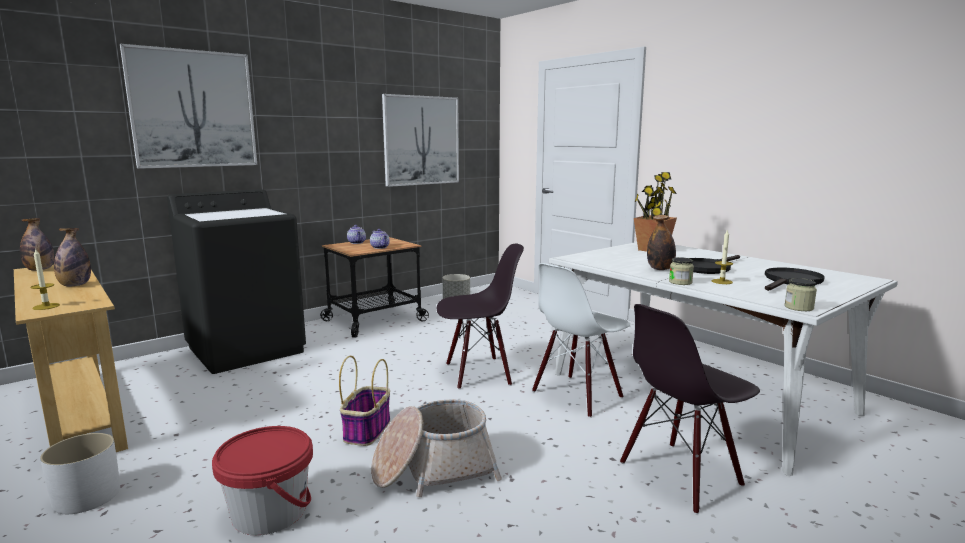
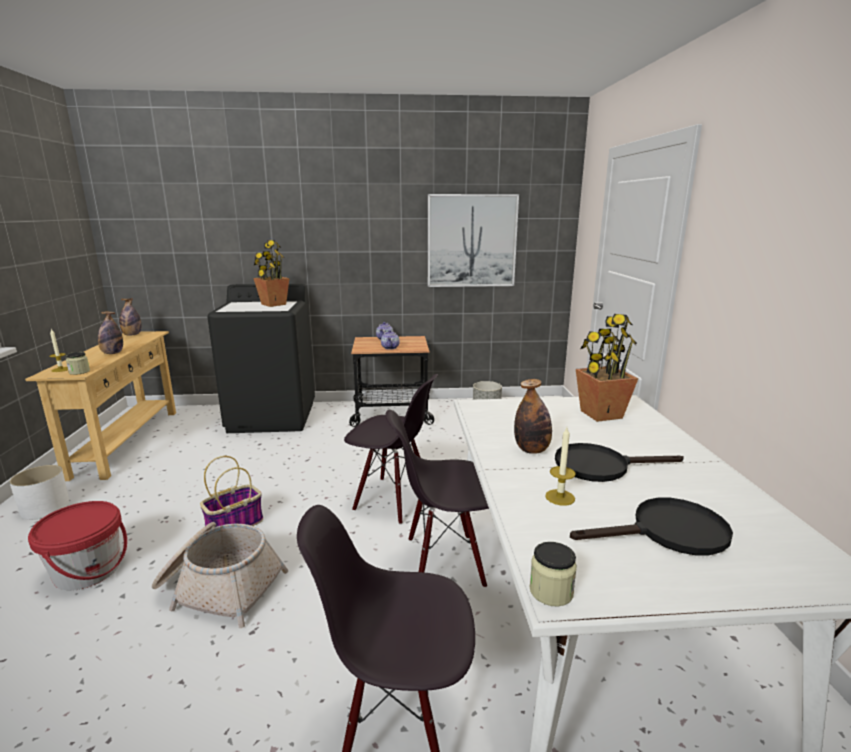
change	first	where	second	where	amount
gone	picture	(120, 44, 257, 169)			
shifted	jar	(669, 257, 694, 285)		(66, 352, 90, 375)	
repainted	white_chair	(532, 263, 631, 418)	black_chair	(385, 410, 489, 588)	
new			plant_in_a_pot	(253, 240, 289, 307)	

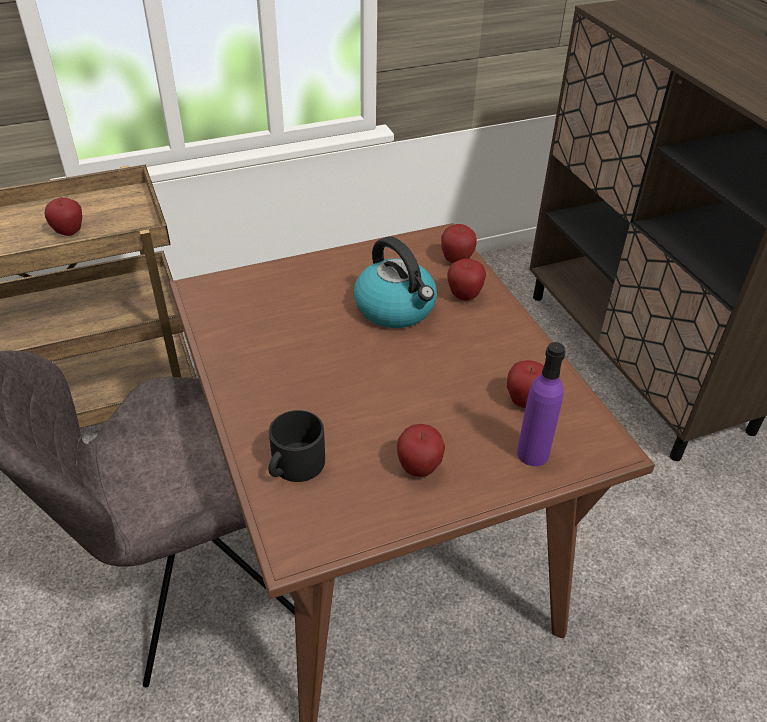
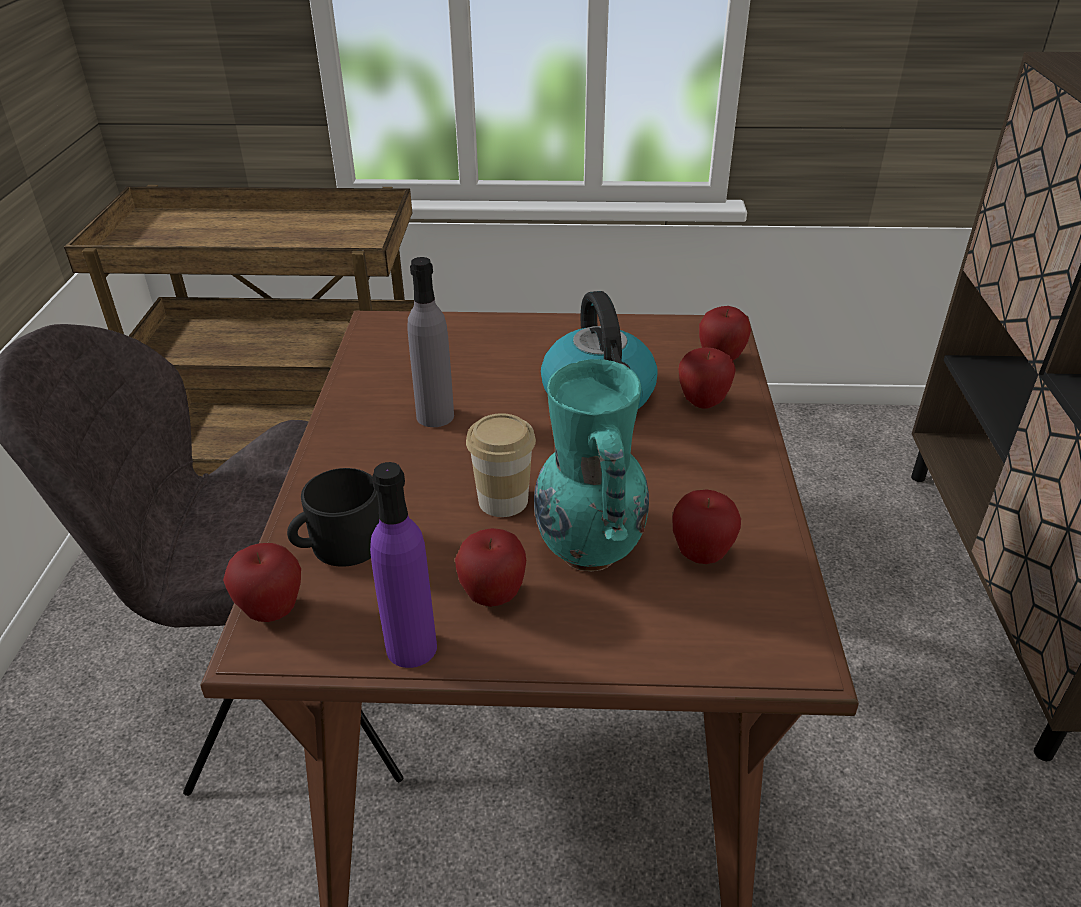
change	first	where	second	where	amount
shifted	whole_apple	(44, 197, 82, 236)		(223, 543, 301, 622)	
shifted	purple-coloured_beverage_bottle	(517, 342, 566, 466)		(370, 462, 437, 668)	
new			greyish_beverage_bottle	(407, 257, 454, 427)	
new			turquoise-coloured_flower_vase	(534, 359, 649, 571)	
new			cup	(466, 413, 536, 517)	

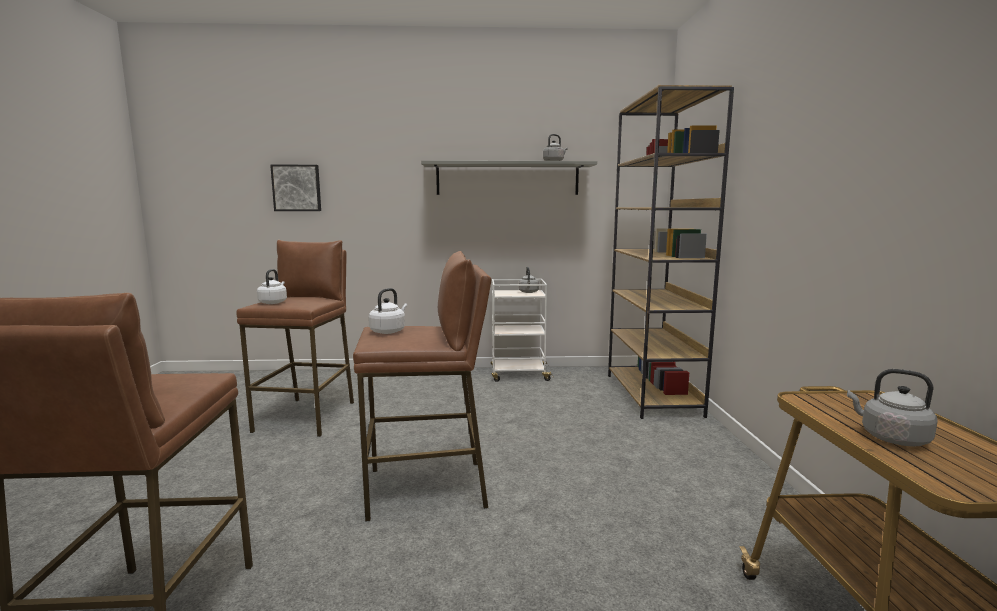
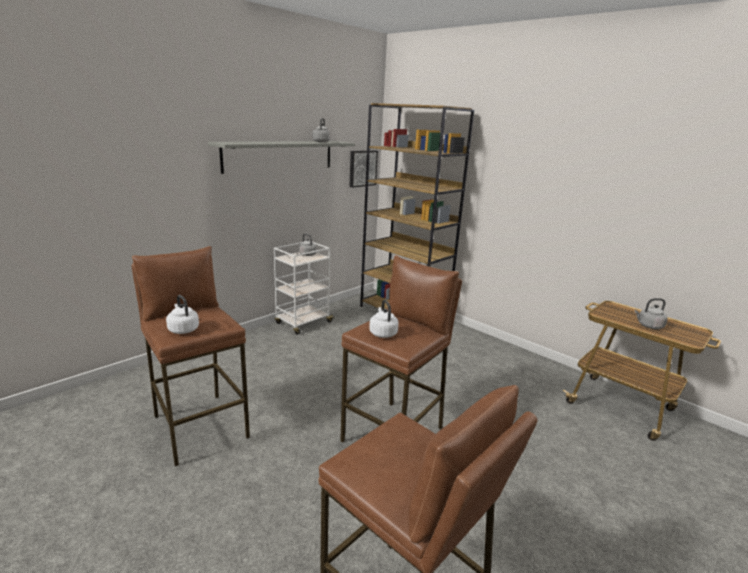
change	first	where	second	where	amount
shifted	picture	(270, 165, 321, 211)		(349, 150, 378, 188)	

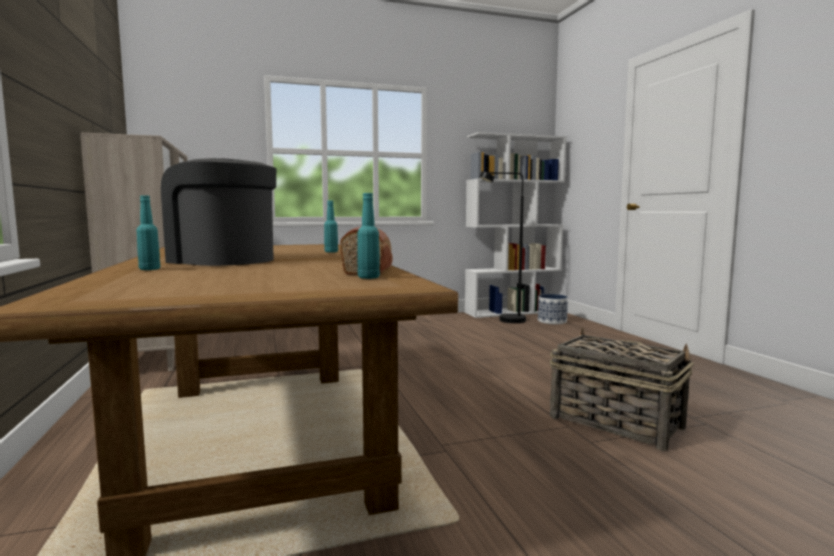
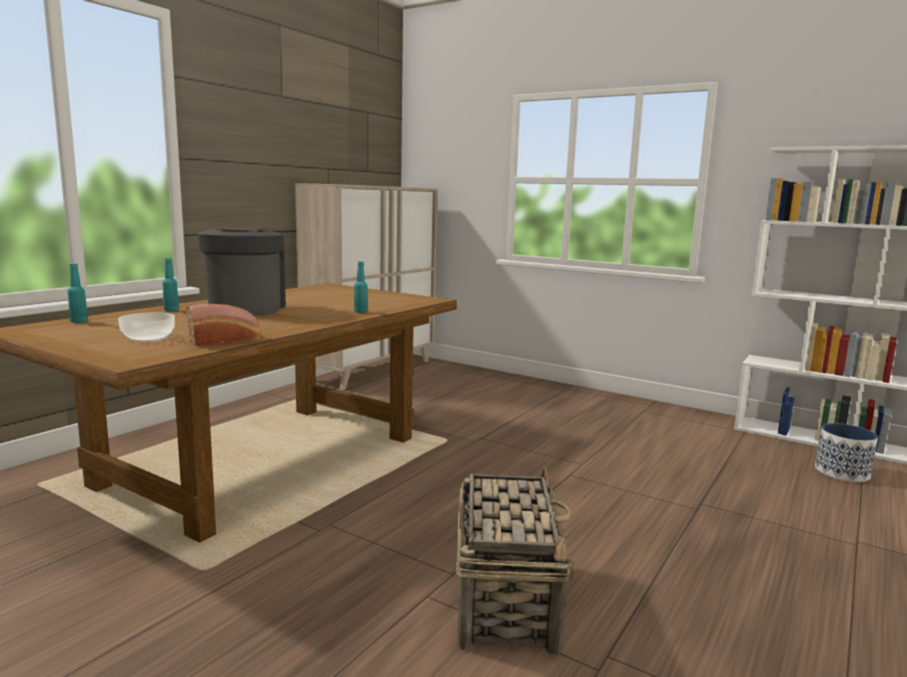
change	first	where	second	where	amount
gone	black_standing_lamp	(479, 171, 526, 323)			
shifted	turquoise-coloured_beverage_bottle	(357, 193, 380, 279)		(68, 263, 88, 323)	
new			bowl	(118, 312, 175, 342)	

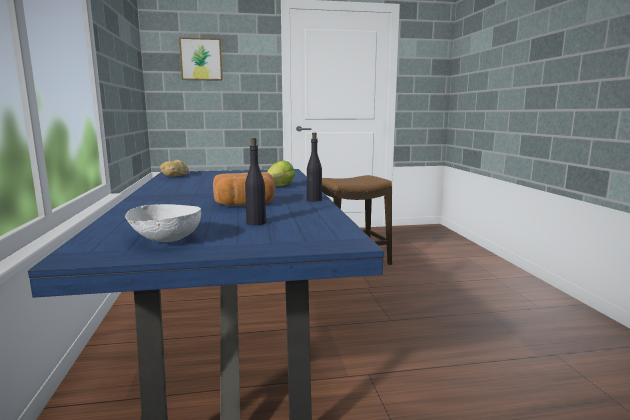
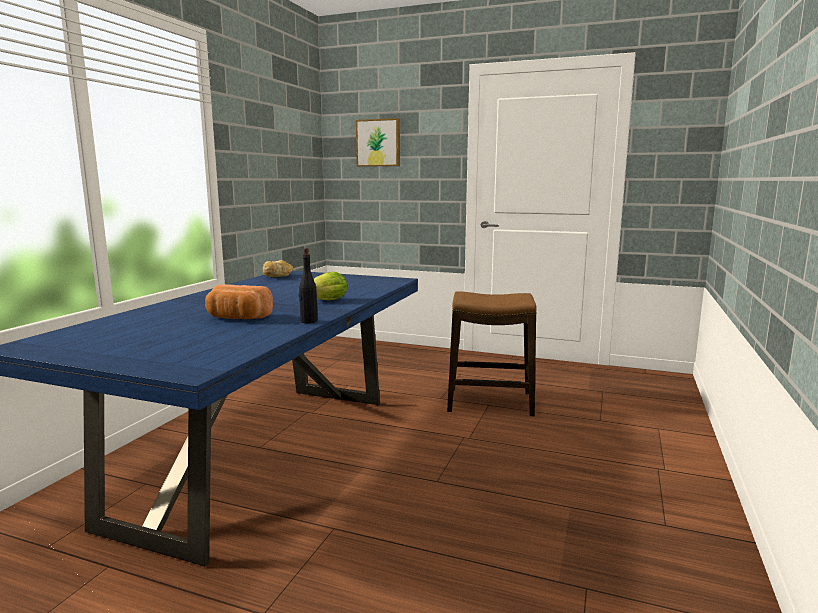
change	first	where	second	where	amount
gone	black_beverage_bottle	(245, 138, 266, 225)			
gone	white_bowl	(124, 204, 201, 242)			

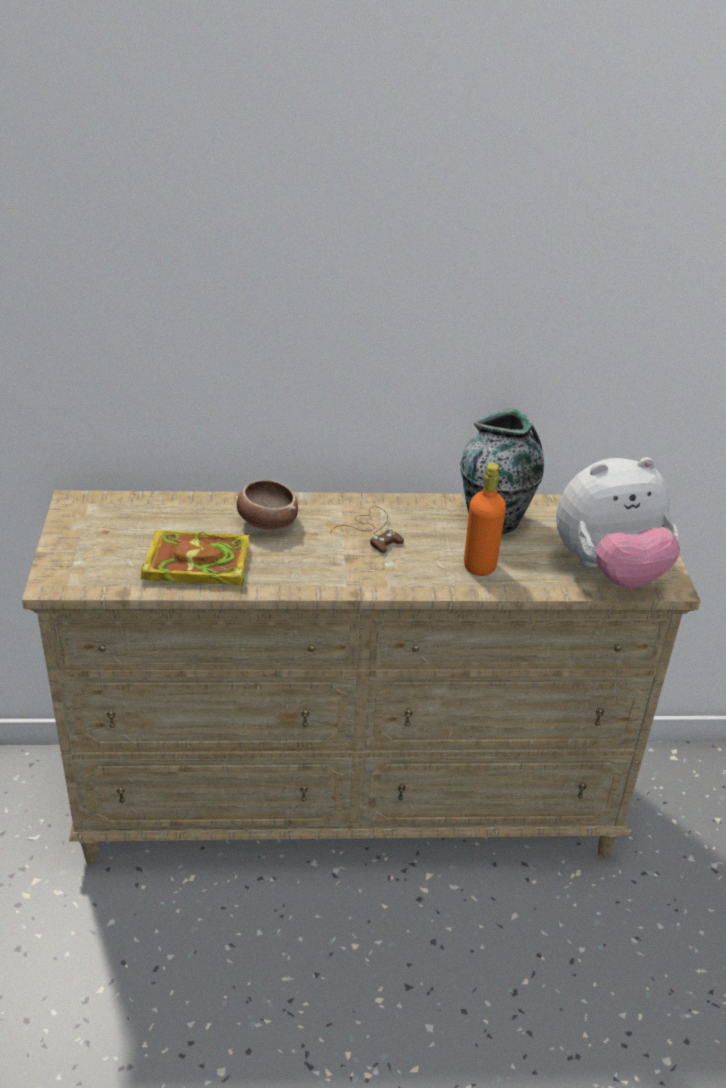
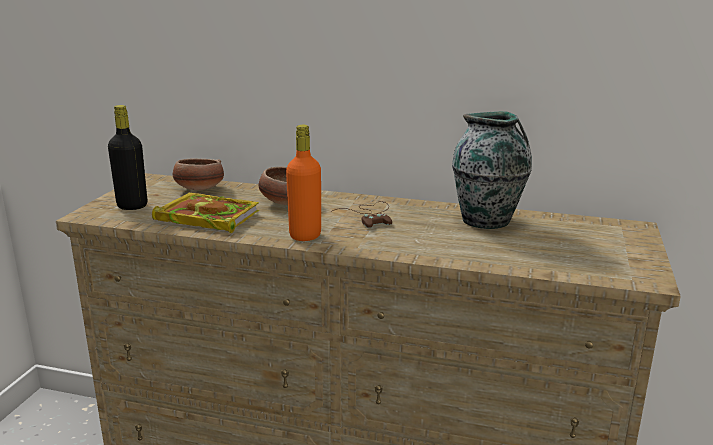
change	first	where	second	where	amount
gone	cuddly_toy	(556, 457, 680, 588)			
shifted	orangey_beverage_bottle	(464, 463, 506, 576)		(286, 125, 321, 241)	
new			black_beverage_bottle	(108, 105, 147, 210)	
new			bowl	(173, 158, 224, 190)	

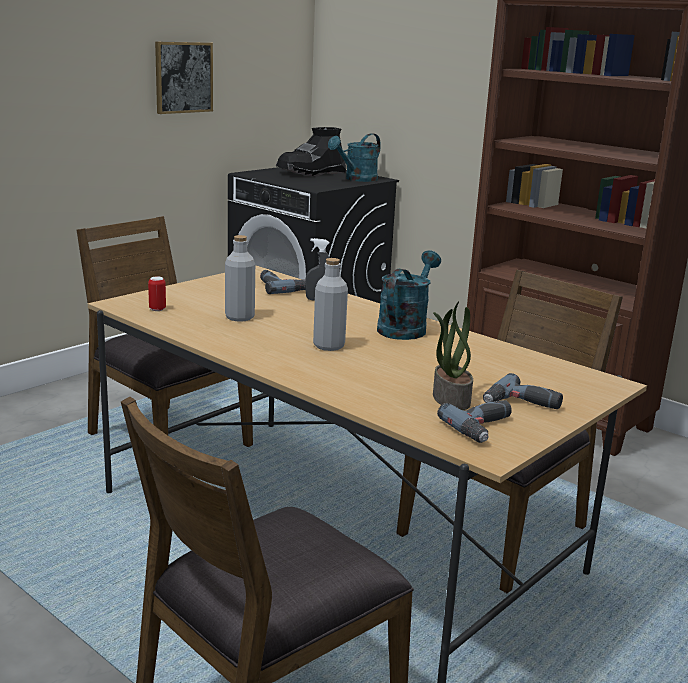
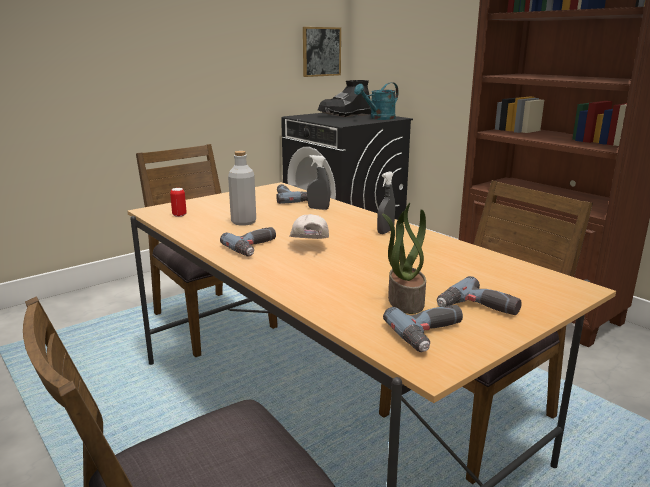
change	first	where	second	where	amount
shifted	picture	(155, 41, 213, 114)		(303, 27, 341, 77)	
swapped	turquoise-coloured_sprinkling_can	(377, 251, 441, 340)	greyish_hand_sprayer	(377, 171, 395, 234)	
swapped	greyish_beverage_bottle	(313, 258, 348, 351)	white_baseball_cap	(290, 214, 329, 239)	
new			drill	(220, 227, 276, 257)	

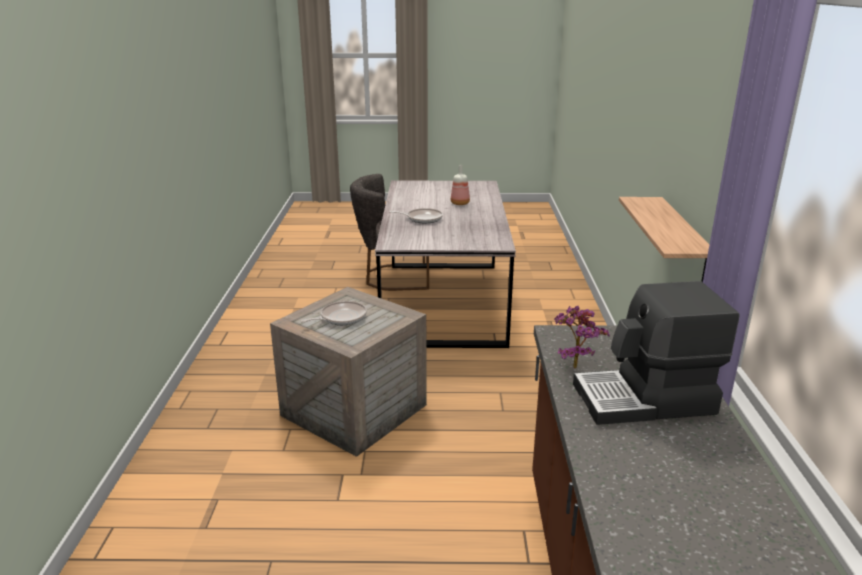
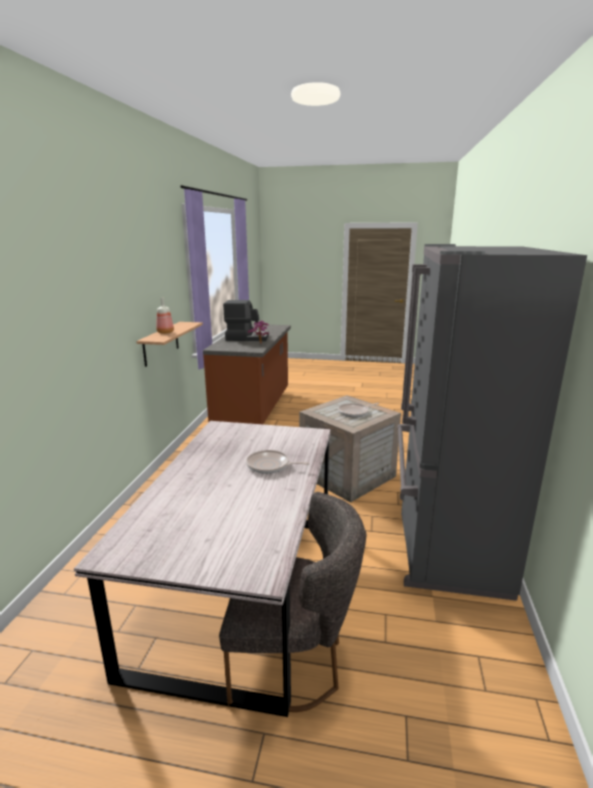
change	first	where	second	where	amount
shifted	beverage_bottle	(451, 164, 470, 205)		(156, 298, 174, 334)	
new			greyish_refrigerator	(397, 244, 587, 601)	

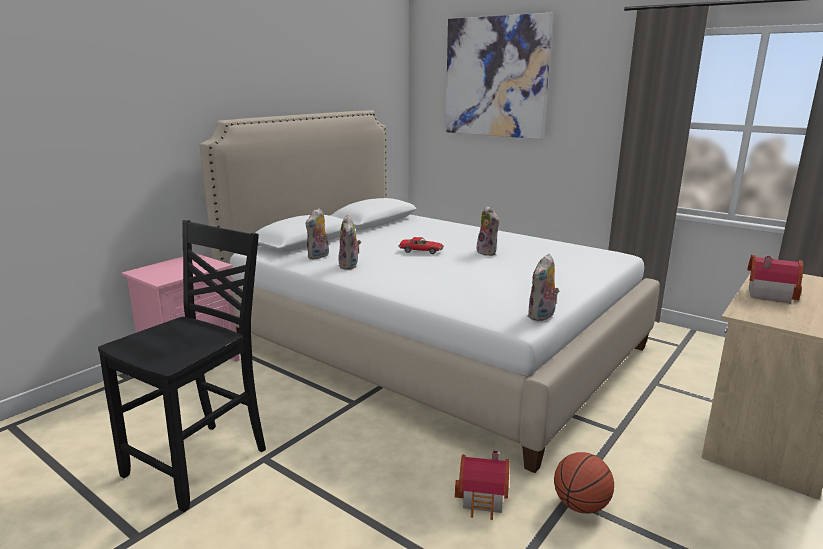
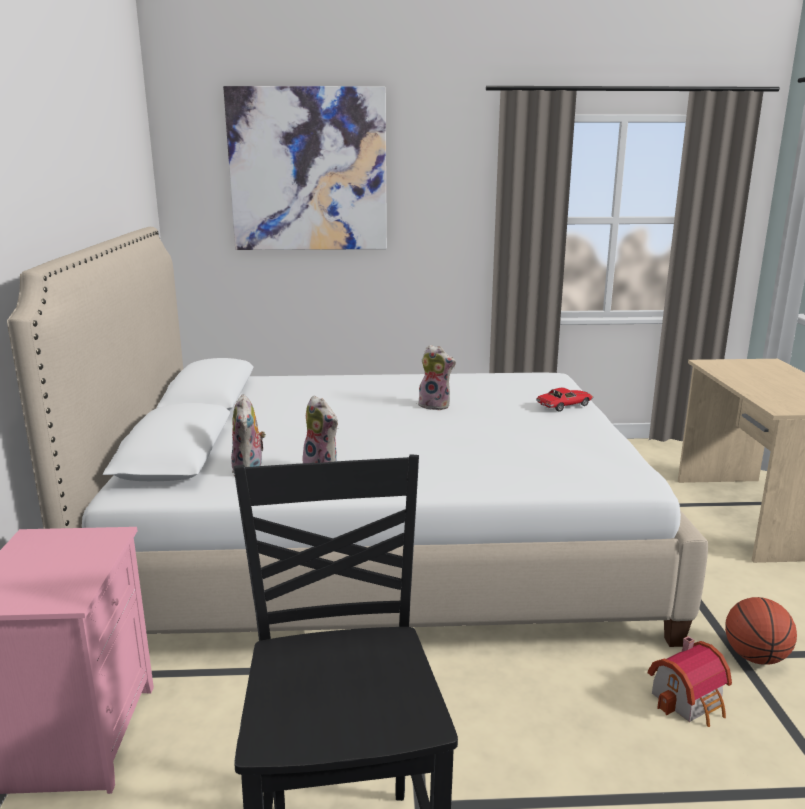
change	first	where	second	where	amount
shifted	model_car	(398, 237, 444, 254)		(536, 388, 594, 412)	
gone	cuddly_toy	(527, 254, 560, 321)			
gone	miniature_house	(747, 255, 803, 303)			

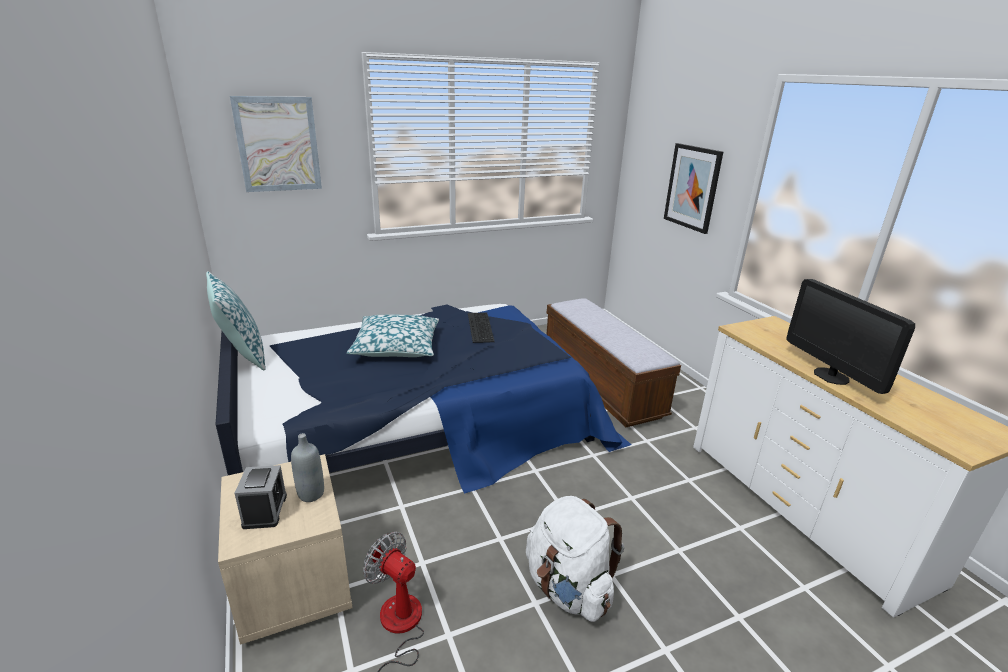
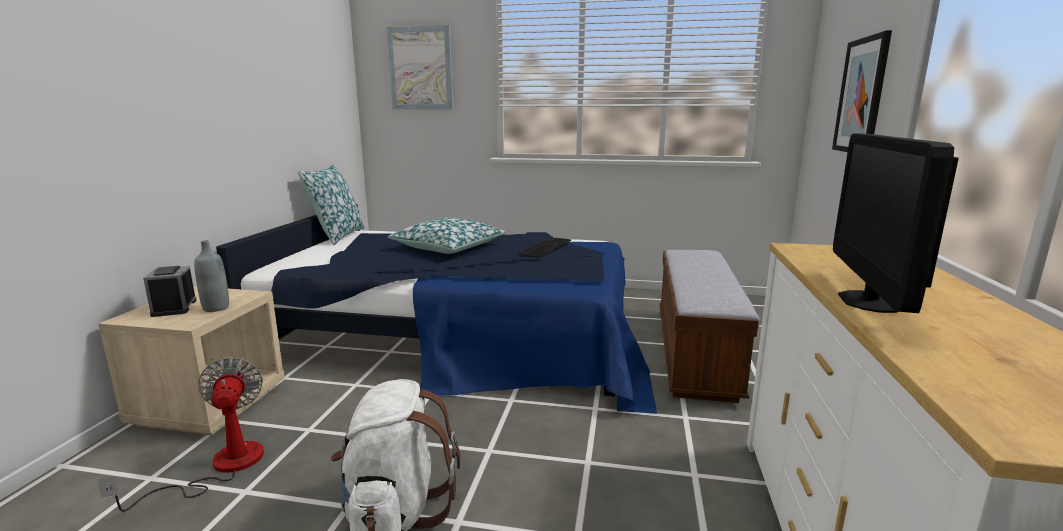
change	first	where	second	where	amount
rotated	table_clock	(234, 465, 287, 529)		(143, 266, 197, 317)	135 degrees clockwise

